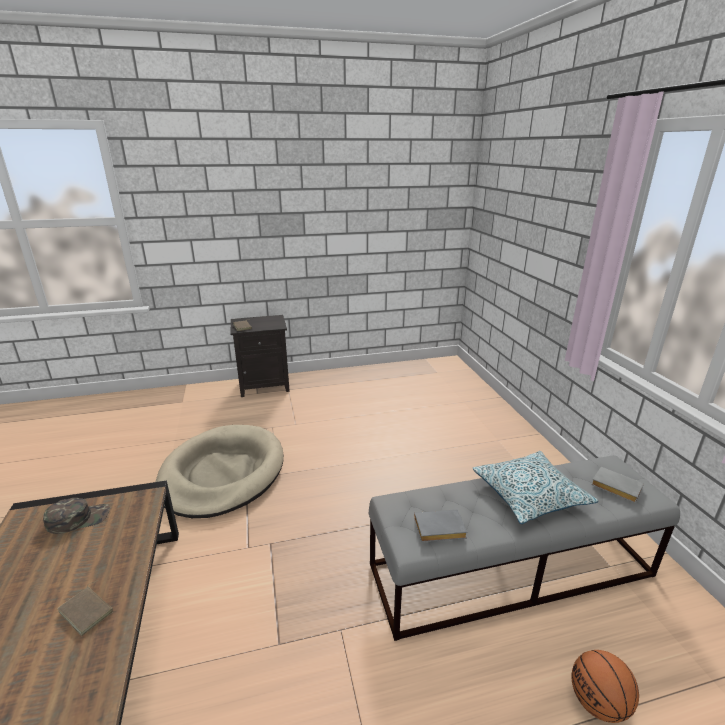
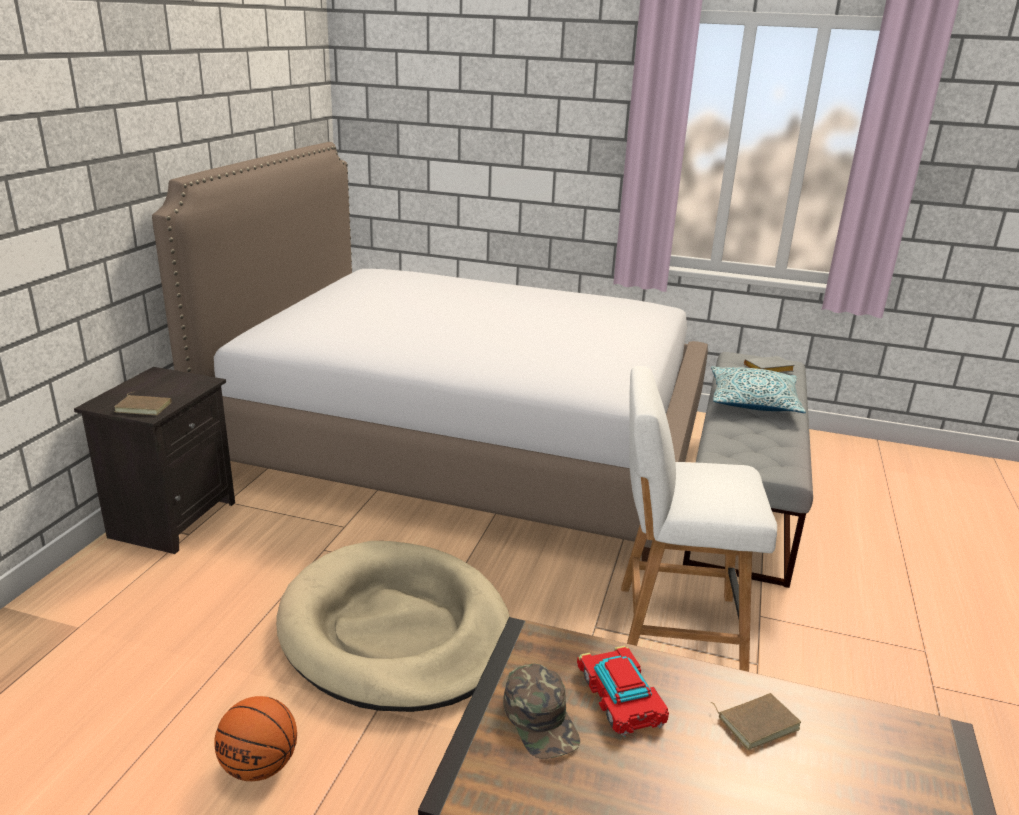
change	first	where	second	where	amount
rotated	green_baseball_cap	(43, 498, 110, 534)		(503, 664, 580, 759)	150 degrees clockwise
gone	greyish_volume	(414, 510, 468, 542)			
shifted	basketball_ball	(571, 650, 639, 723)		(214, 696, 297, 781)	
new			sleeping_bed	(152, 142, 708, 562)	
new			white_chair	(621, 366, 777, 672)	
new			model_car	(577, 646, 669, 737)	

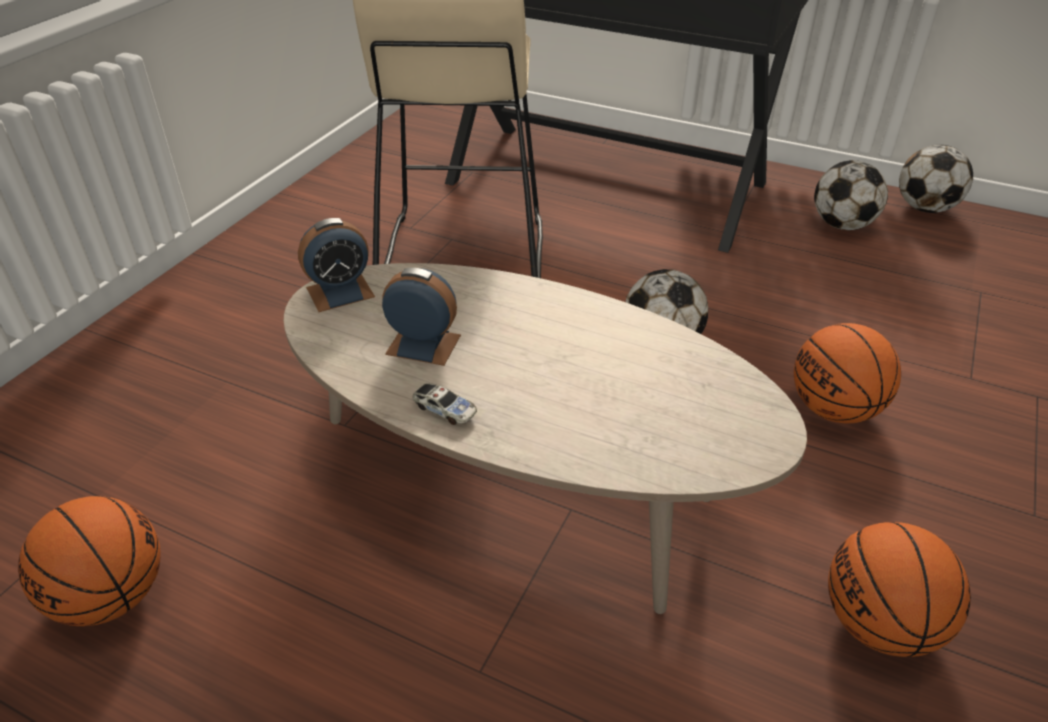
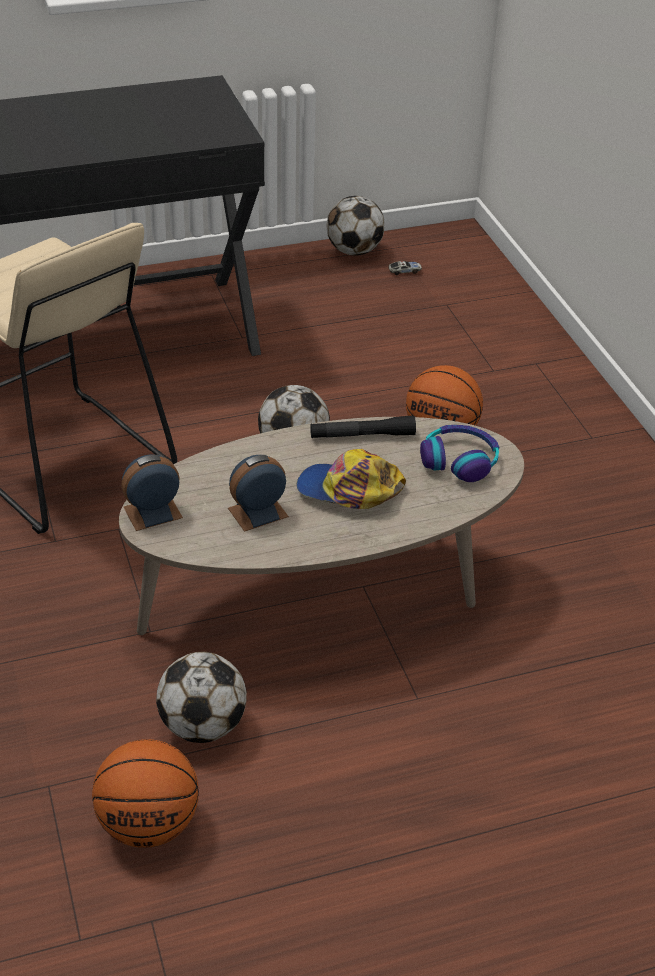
change	first	where	second	where	amount
shifted	football_ball	(814, 160, 888, 230)		(156, 652, 247, 743)	
rotated	table_clock	(298, 218, 375, 312)		(121, 454, 183, 531)	135 degrees counterclockwise
shifted	model_car	(413, 383, 477, 425)		(389, 261, 422, 275)	
gone	basketball_ball	(828, 522, 971, 657)			
new			black_flashlight	(310, 415, 416, 438)	
new			headphones	(420, 425, 499, 482)	
new			baseball_cap	(297, 449, 406, 509)	

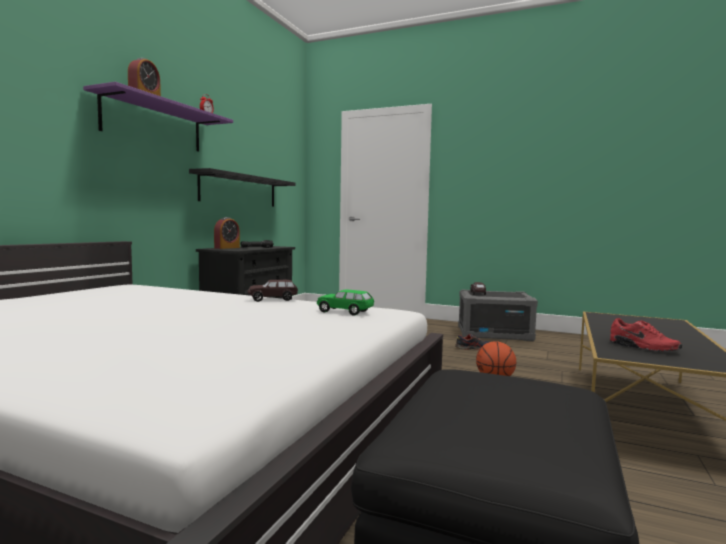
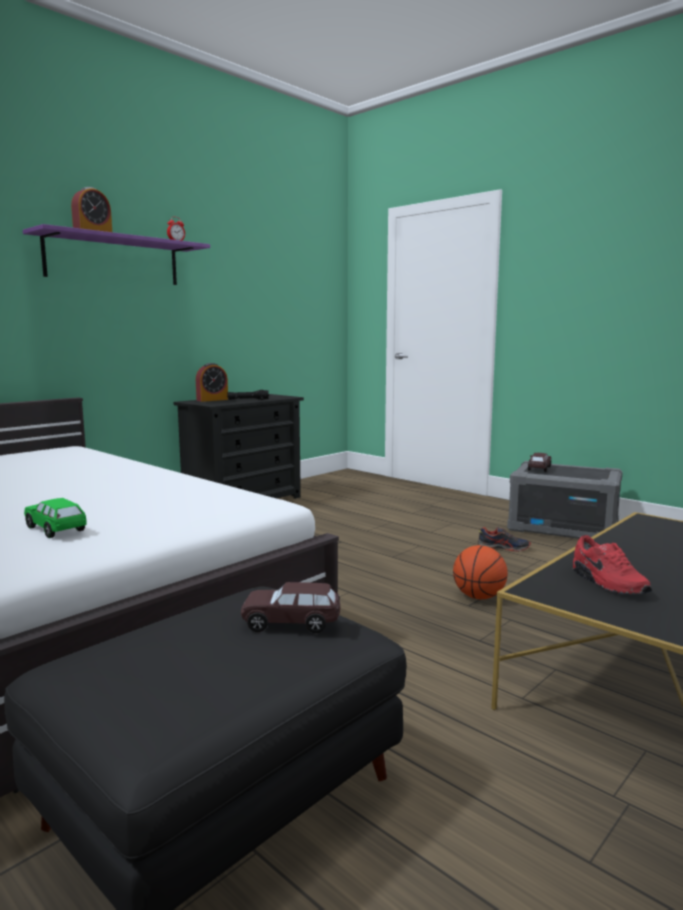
change	first	where	second	where	amount
gone	black_wall_shelf	(189, 168, 295, 207)			
shifted	brownish_model_car	(248, 280, 298, 302)		(241, 582, 341, 633)	
shifted	green_model_car	(317, 289, 374, 316)		(24, 498, 86, 538)	

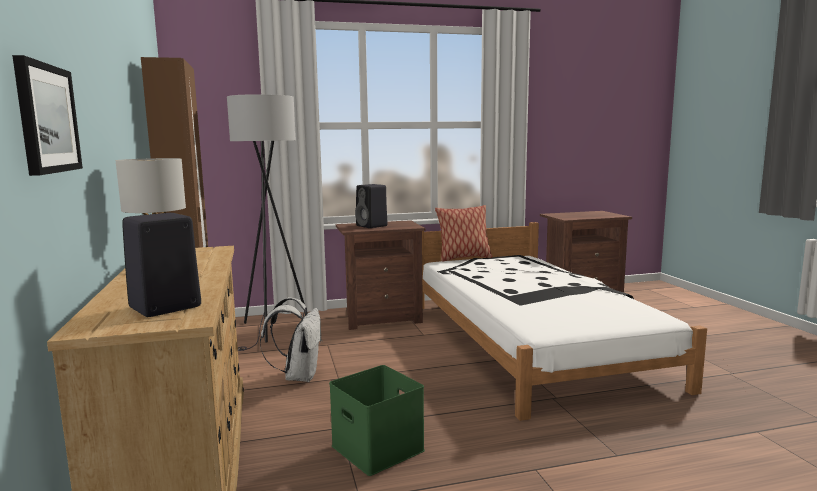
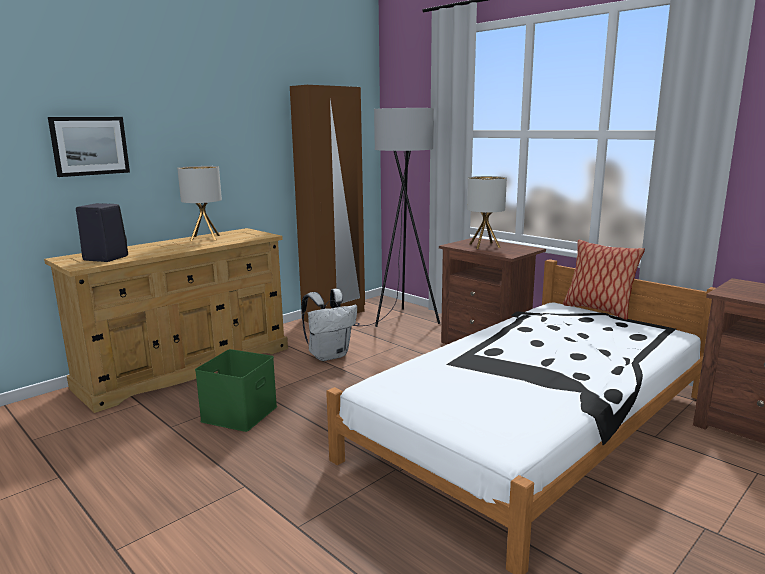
change	first	where	second	where	amount
swapped	black_loudspeaker	(355, 184, 387, 228)	tabletop_lamp	(467, 176, 507, 249)	

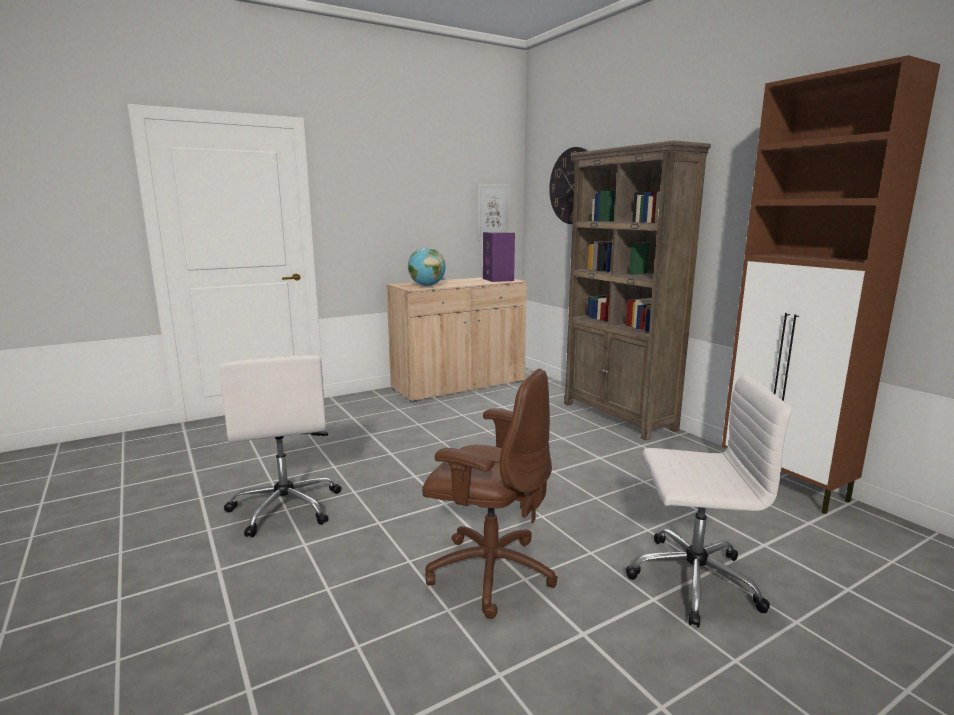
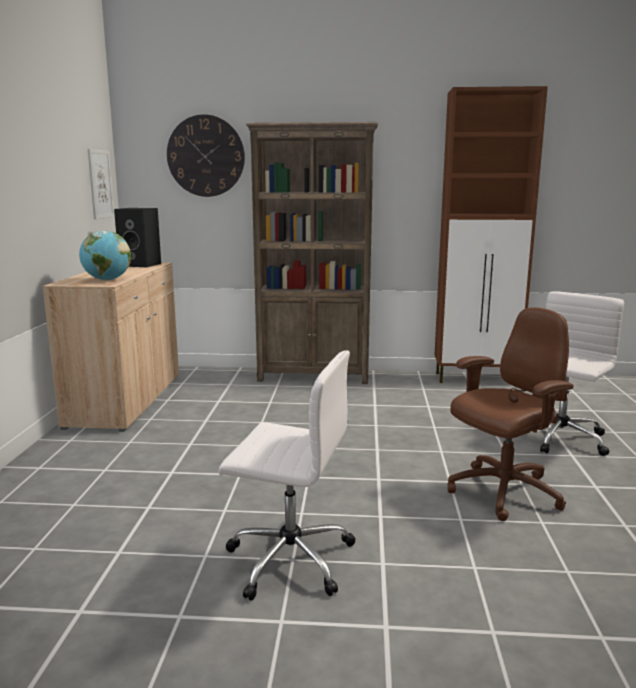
change	first	where	second	where	amount
repainted	purple-coloured_loudspeaker	(483, 232, 515, 282)	black_loudspeaker	(114, 208, 161, 267)	

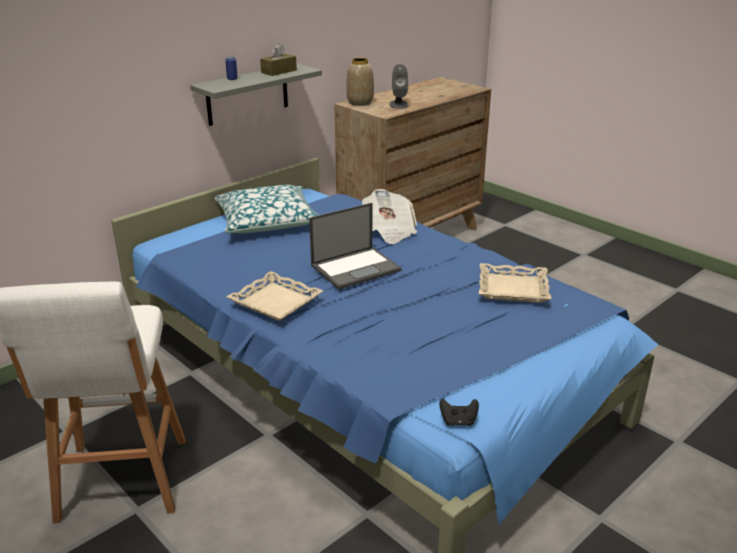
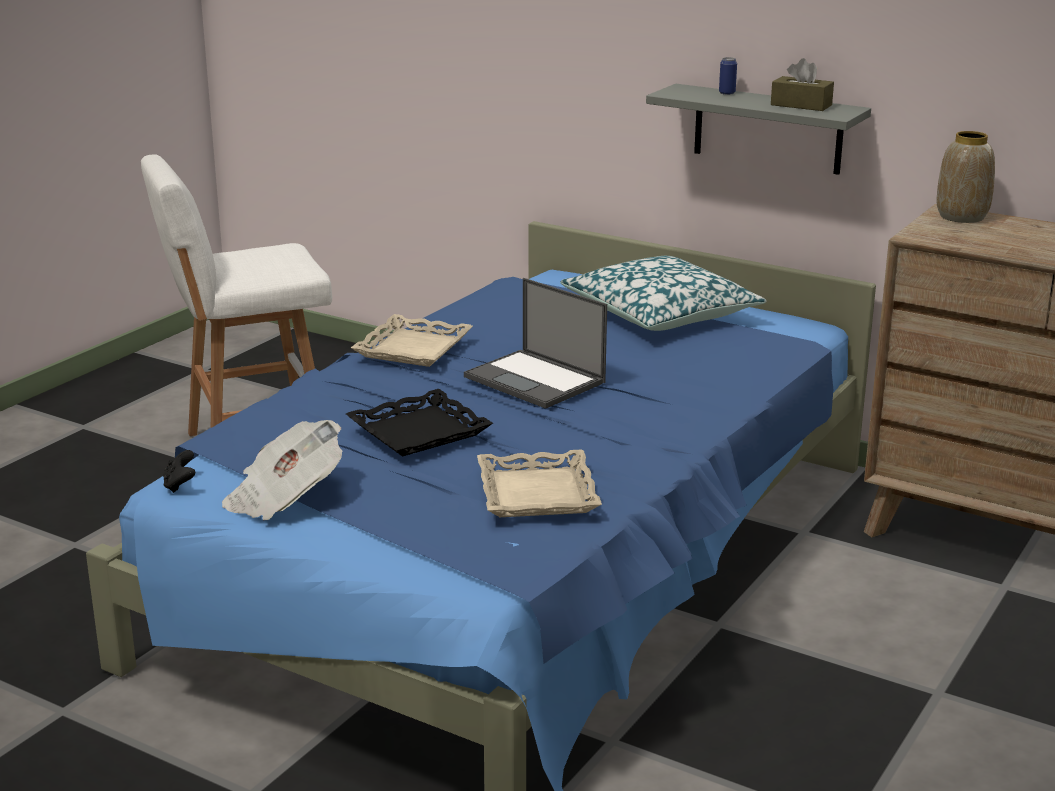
change	first	where	second	where	amount
gone	greyish_loudspeaker	(390, 64, 408, 109)			
shifted	newspaper	(362, 189, 417, 244)		(222, 420, 343, 520)	
new			black_serving_tray	(346, 389, 493, 457)	

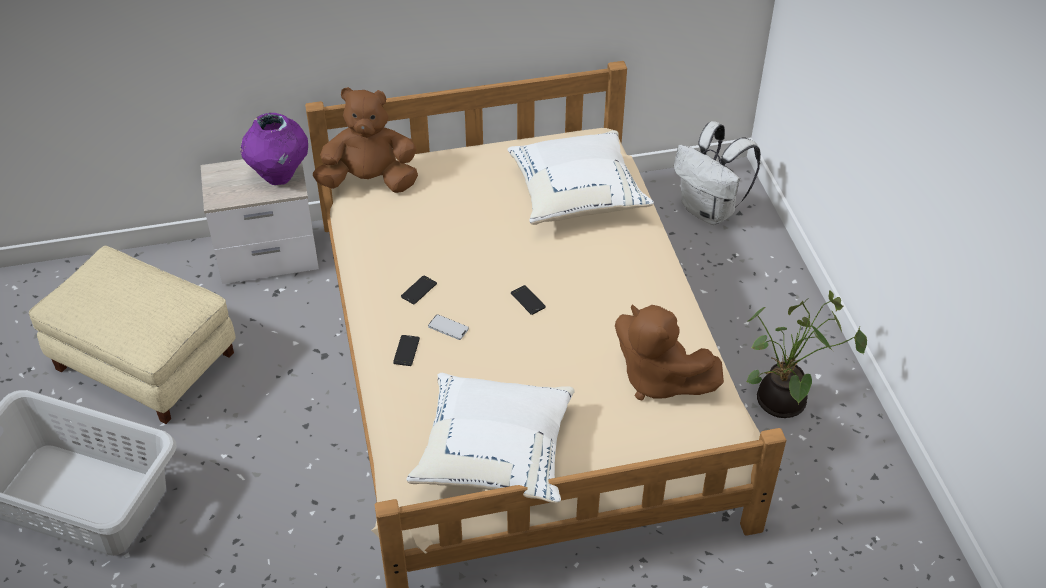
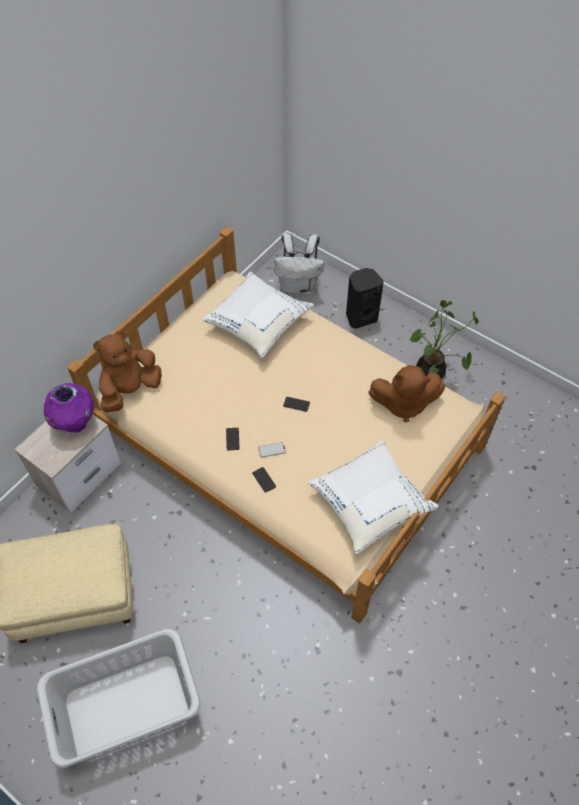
change	first	where	second	where	amount
new			black_loudspeaker	(346, 268, 384, 329)	

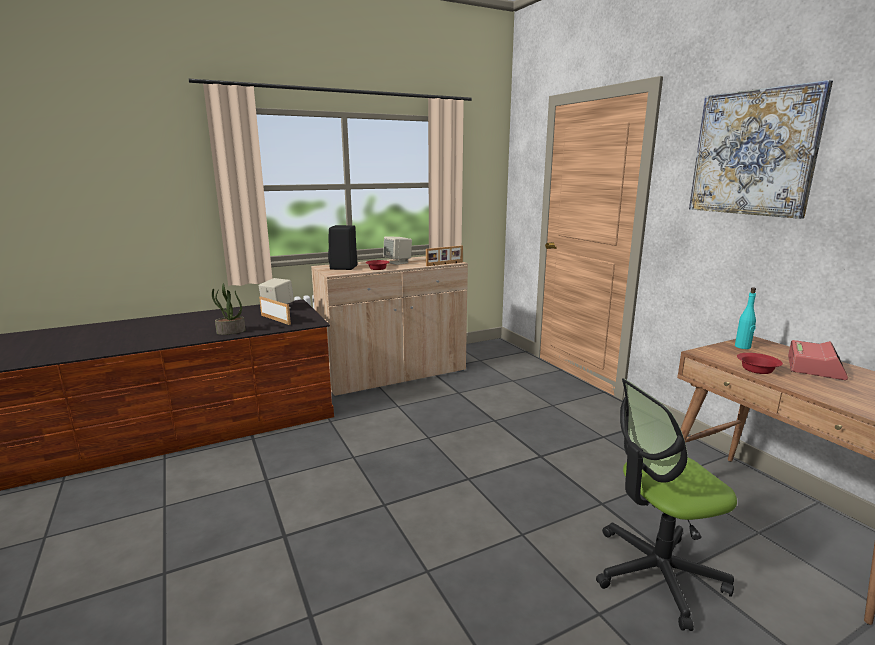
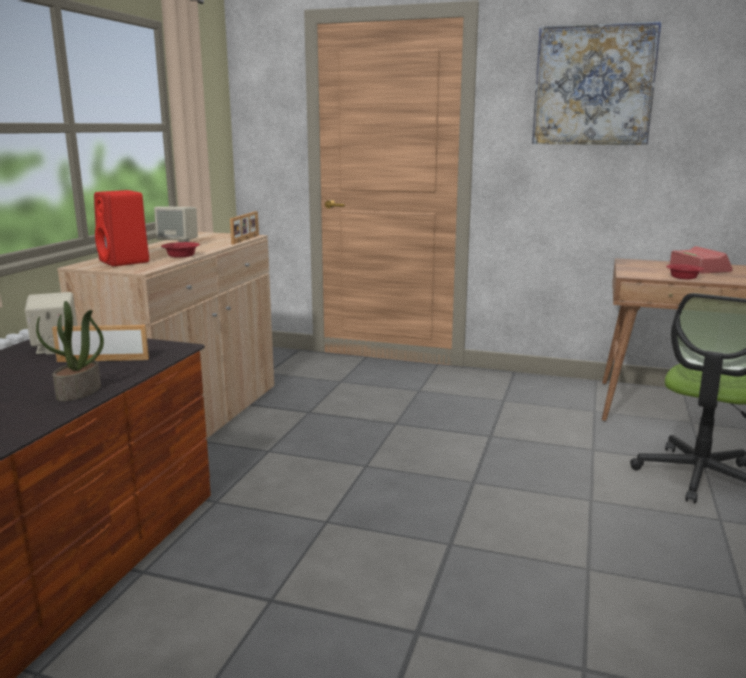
change	first	where	second	where	amount
repainted	black_loudspeaker	(328, 225, 357, 270)	red-coloured_loudspeaker	(94, 190, 149, 266)	
gone	turquoise-coloured_beverage_bottle	(735, 288, 756, 349)			

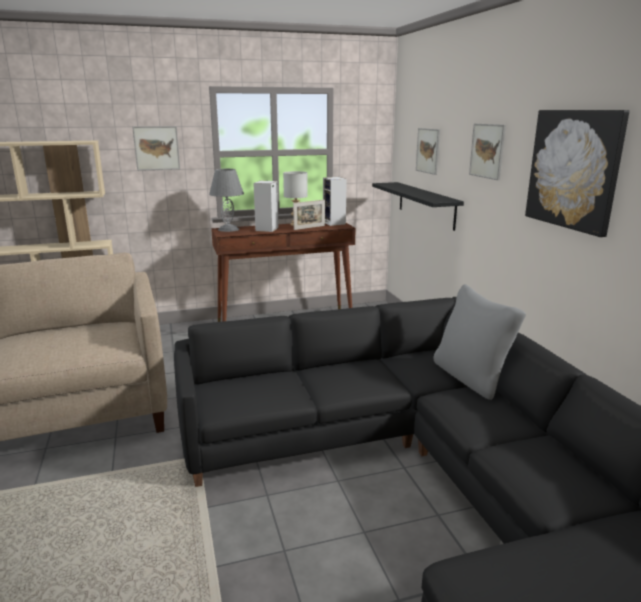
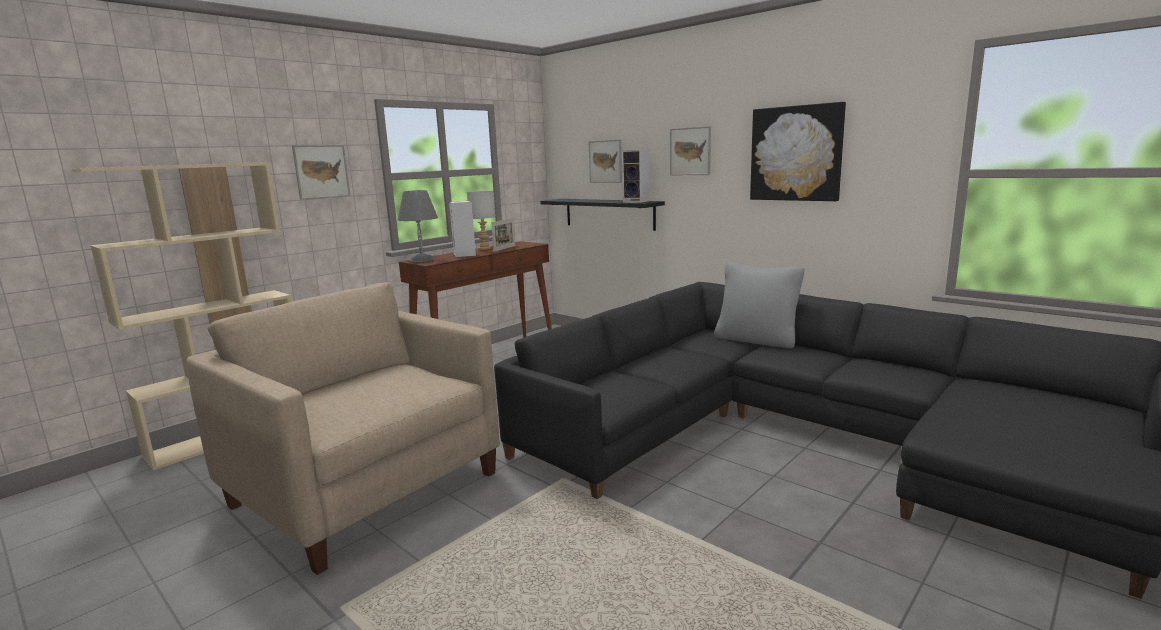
change	first	where	second	where	amount
shifted	loudspeaker	(323, 177, 347, 226)		(622, 150, 650, 203)	

